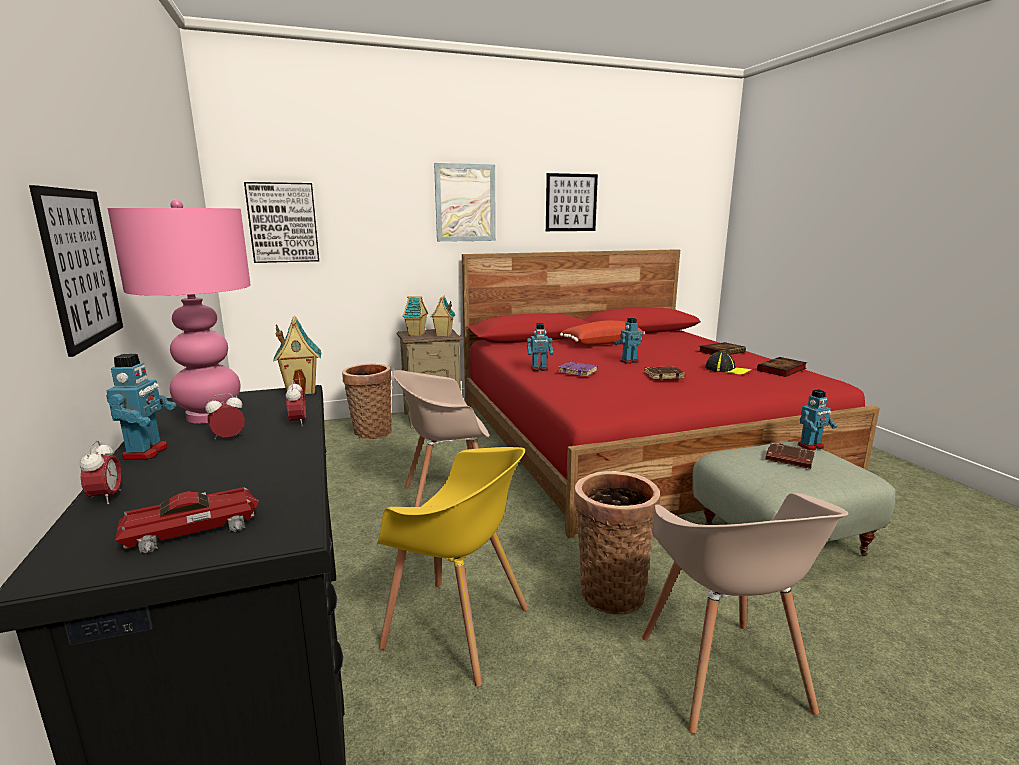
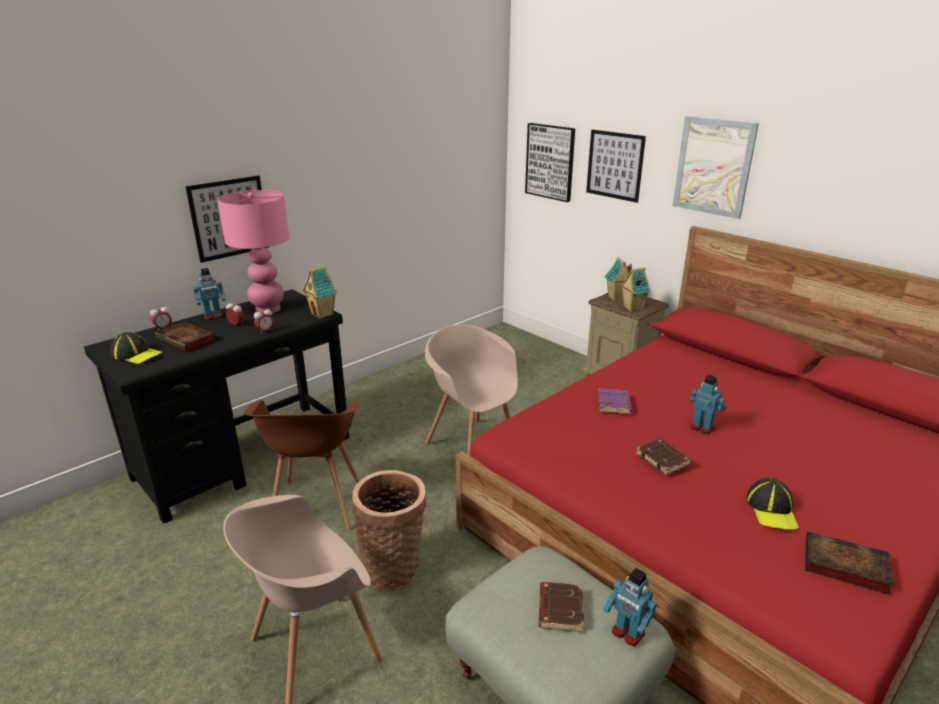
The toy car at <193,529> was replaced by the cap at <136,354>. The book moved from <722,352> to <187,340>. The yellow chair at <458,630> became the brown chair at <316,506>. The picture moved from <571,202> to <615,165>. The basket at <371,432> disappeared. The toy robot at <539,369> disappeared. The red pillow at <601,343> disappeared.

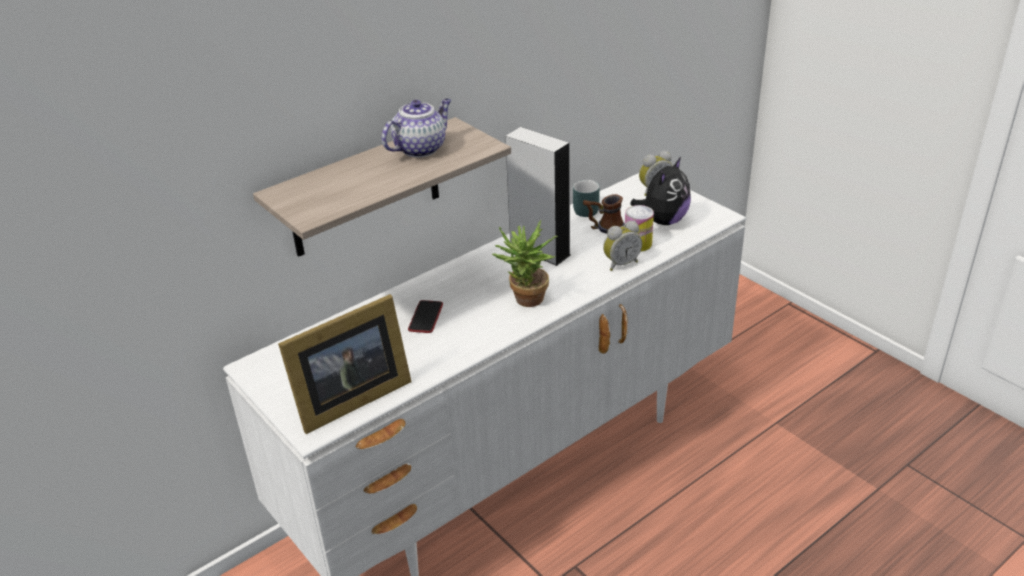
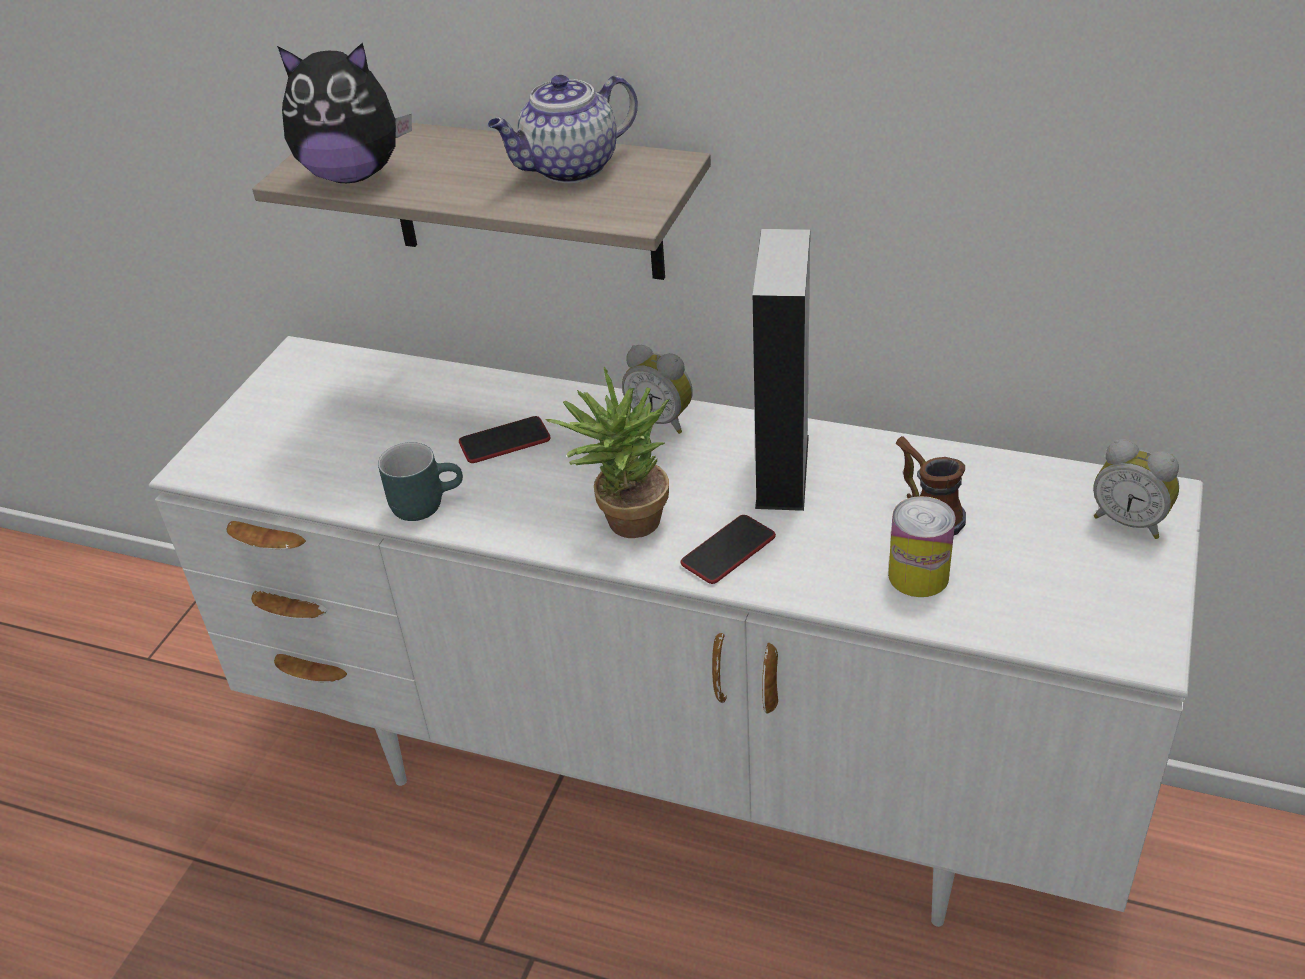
The plush toy moved from <663,220> to <353,175>. The turquoise mug moved from <585,209> to <425,502>. The teapot at <420,148> turned 135 degrees clockwise. The alarm clock moved from <620,263> to <662,420>. The phone at <728,550> appeared. The picture frame at <348,400> disappeared.

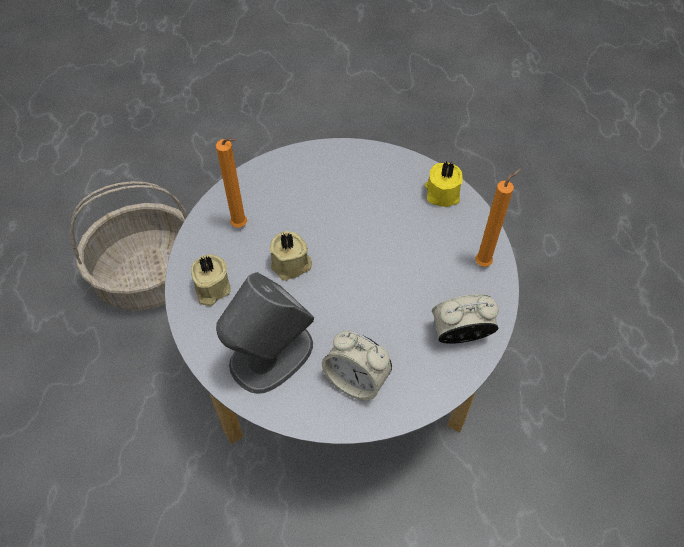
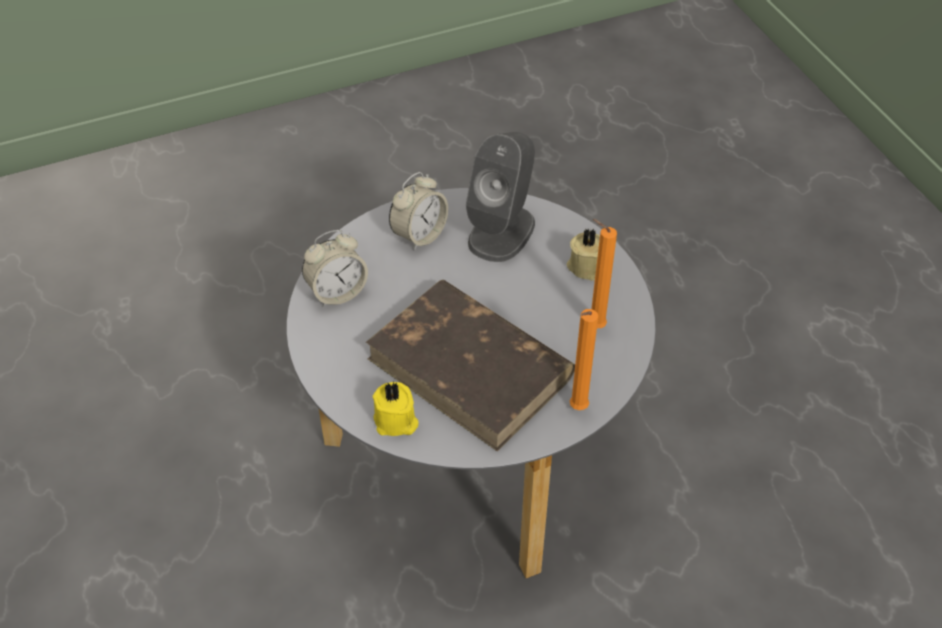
The brown book at <471,368> appeared. The alarm clock at <356,379> turned 120 degrees clockwise. The orange candle moved from <485,262> to <576,409>. The basket at <150,275> disappeared. The beige candle at <291,265> disappeared.

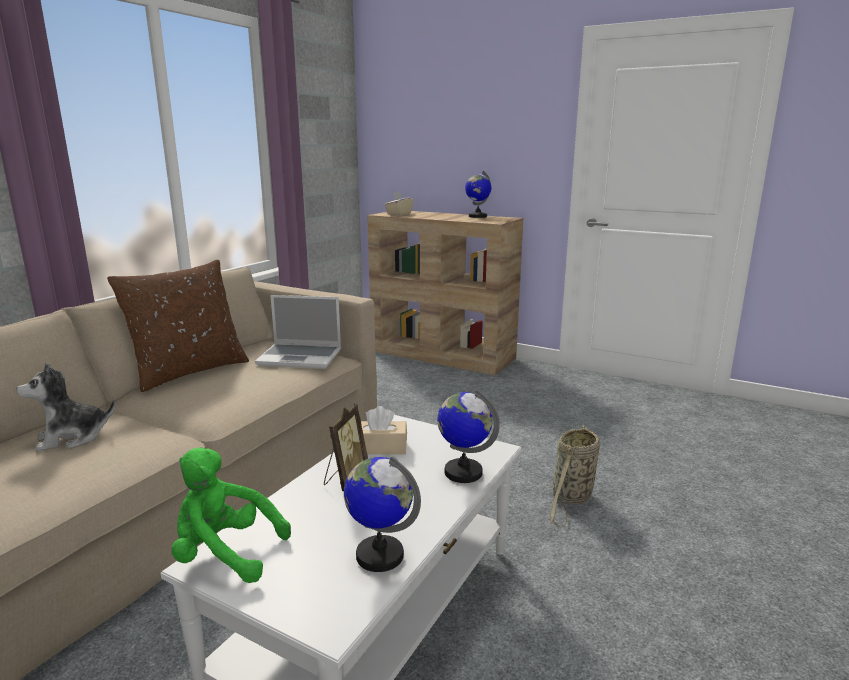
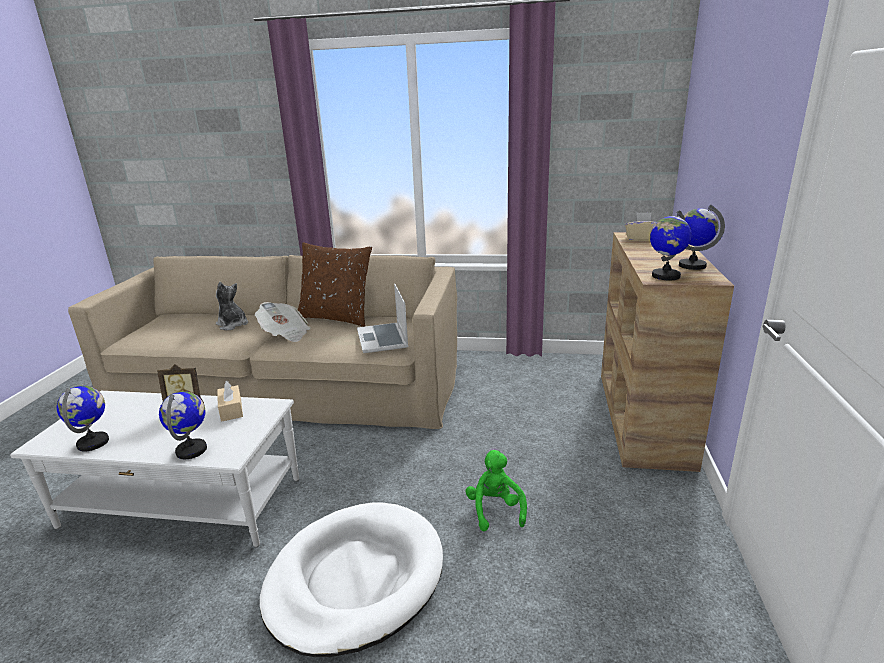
The newspaper at <285,334> appeared. The basket at <571,499> was replaced by the white dog bed at <355,579>. The green plush toy moved from <225,554> to <495,510>. The globe at <665,276> appeared.

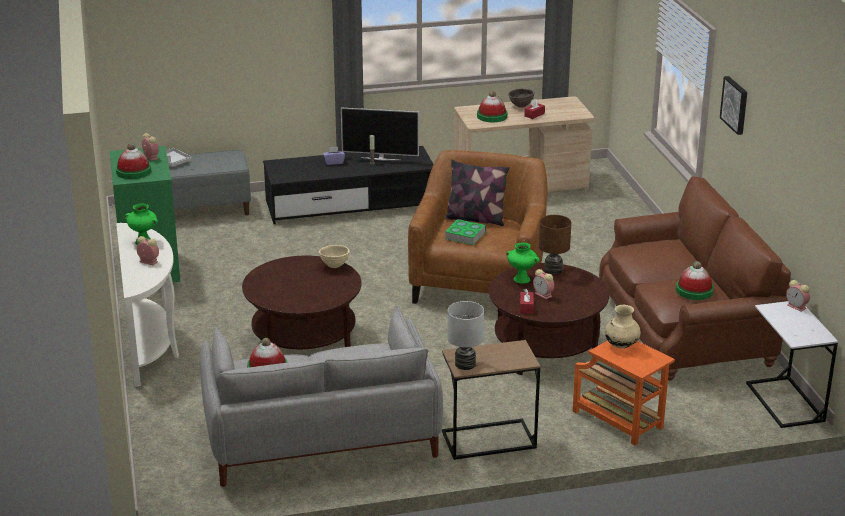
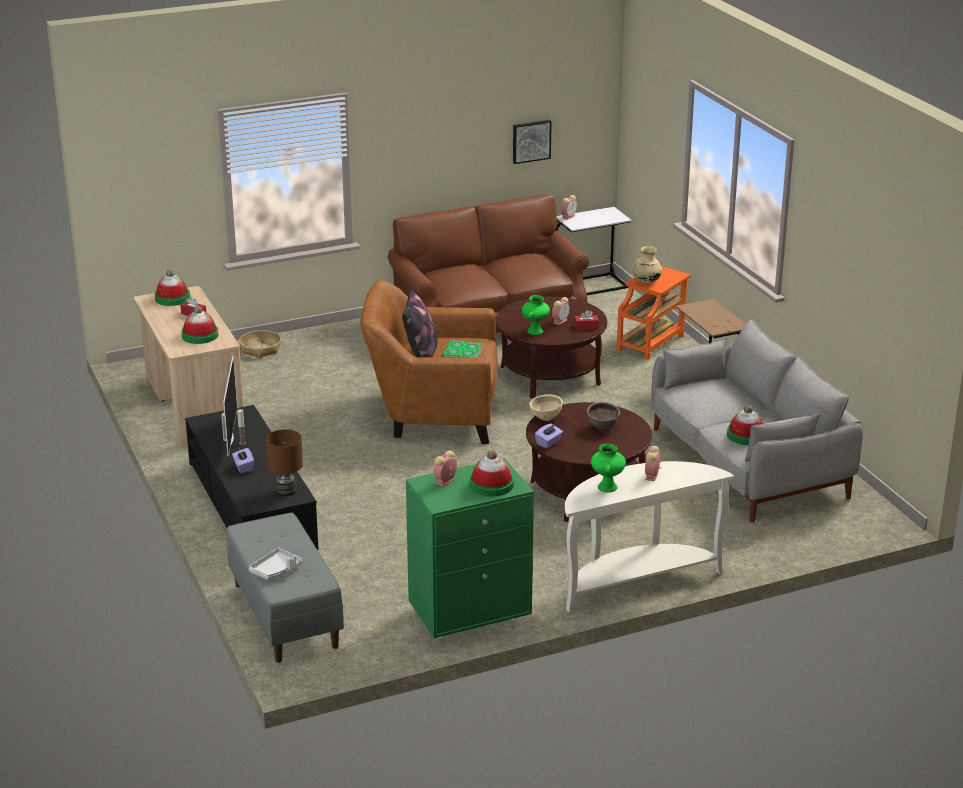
The hat moved from <694,290> to <172,298>. The basket at <260,349> appeared. The brown table lamp moved from <553,270> to <286,491>. The picture moved from <735,105> to <531,141>. The purple tissue box at <548,443> appeared. The brown bowl moved from <520,106> to <602,427>. The grey table lamp at <465,364> disappeared.

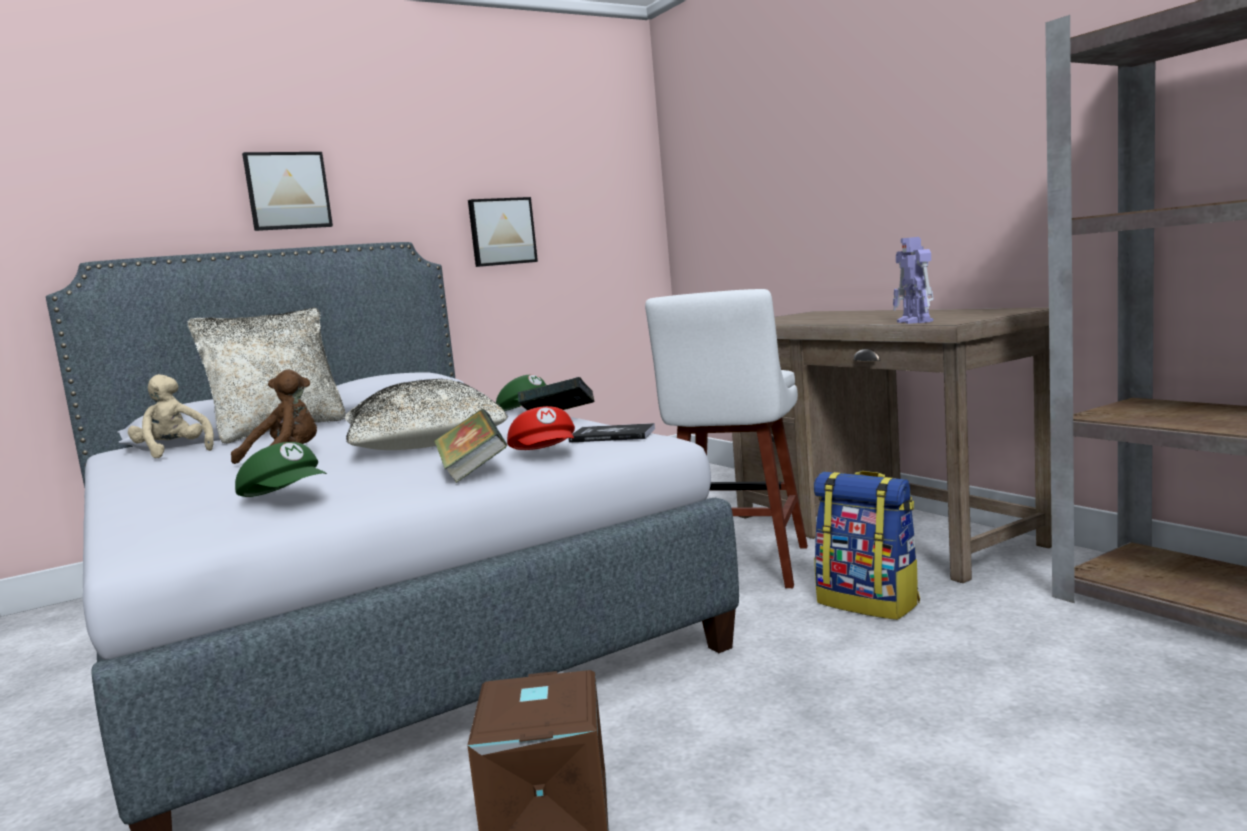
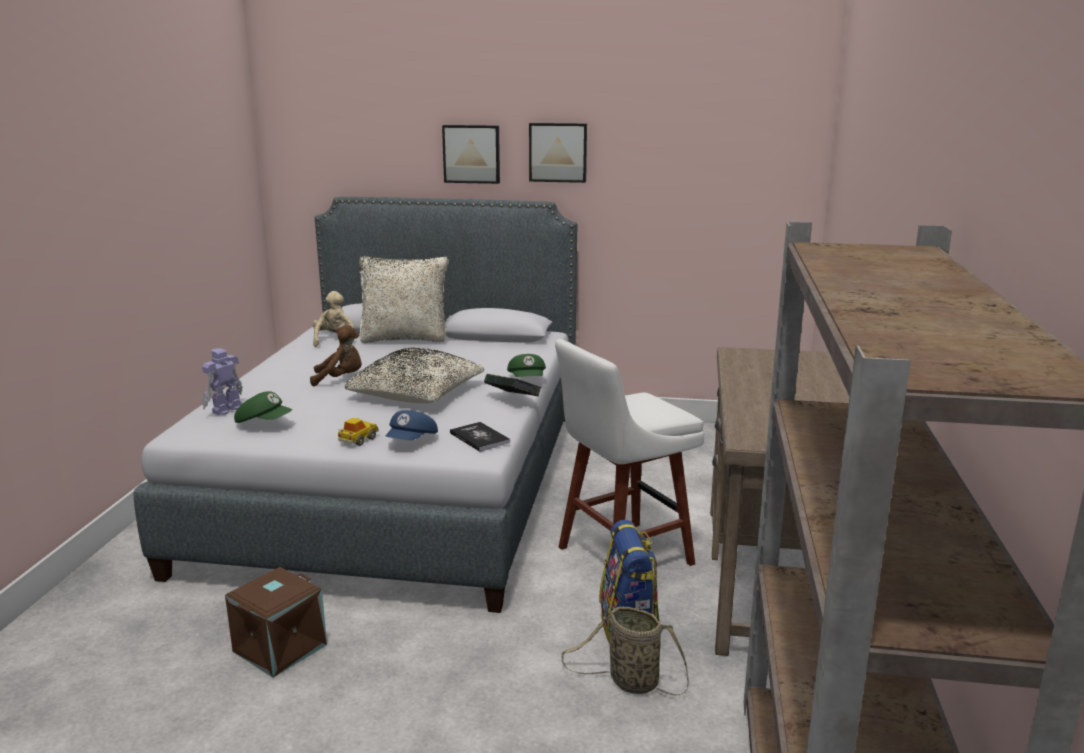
The toy robot moved from <915,321> to <226,410>. The green cap at <286,497> turned 60 degrees counterclockwise. The book at <472,472> was replaced by the toy car at <358,439>. The red cap at <546,455> became the blue cap at <412,441>. The picture moved from <501,232> to <558,152>. The basket at <630,682> appeared.

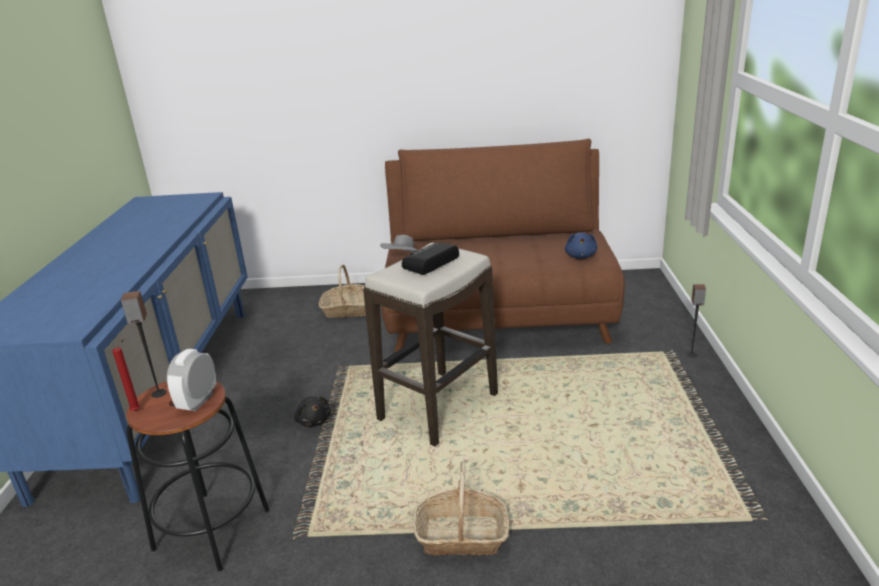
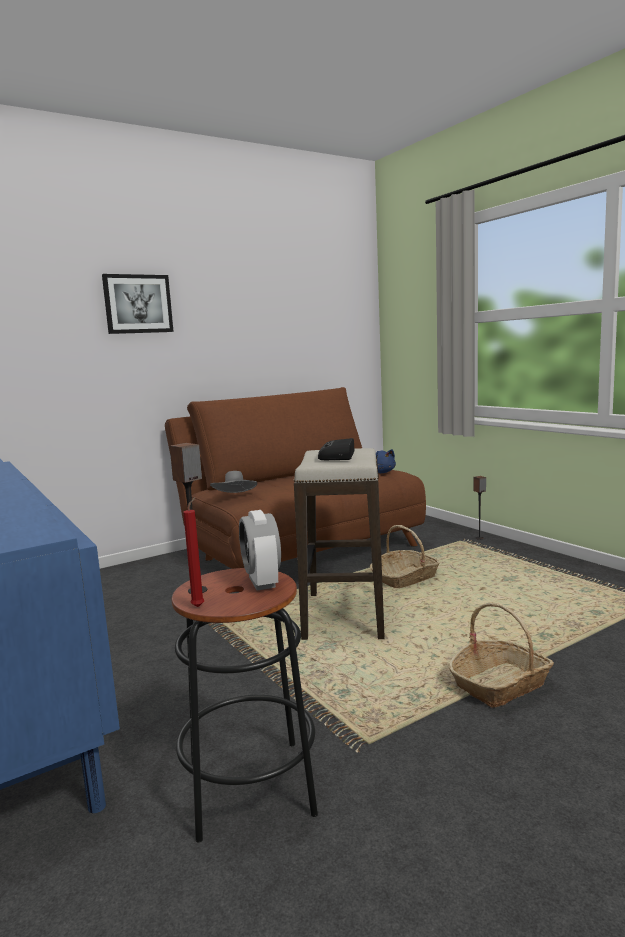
The picture at <138,304> appeared. The basket moved from <348,309> to <405,578>. The black plush toy at <313,420> disappeared.

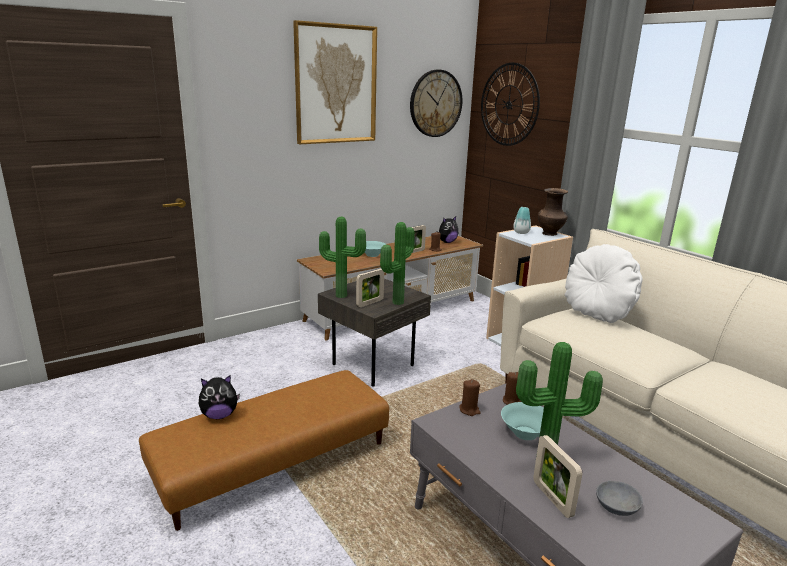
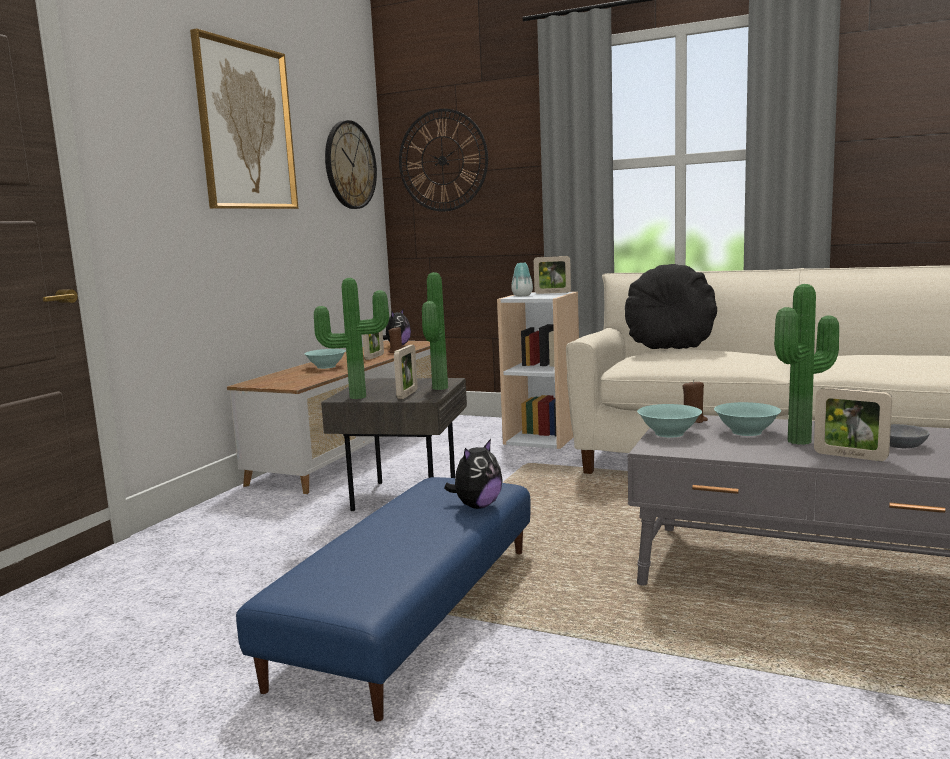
The brown ottoman at <273,460> became the blue ottoman at <410,612>. The plush toy moved from <219,415> to <477,506>. The brown vase at <550,234> was replaced by the picture frame at <552,293>. The white pillow at <597,315> became the black pillow at <670,348>. The brown candle at <469,410> was replaced by the turquoise bowl at <668,434>.

